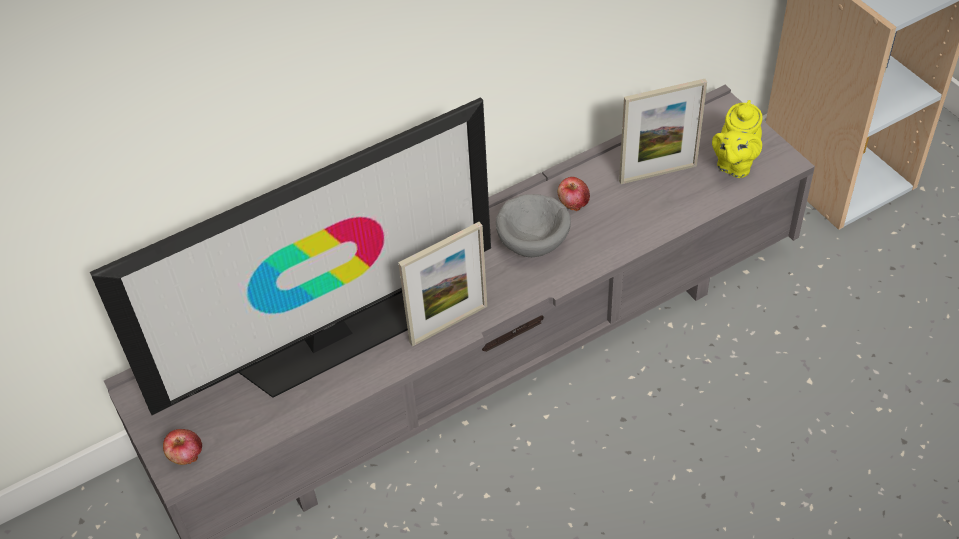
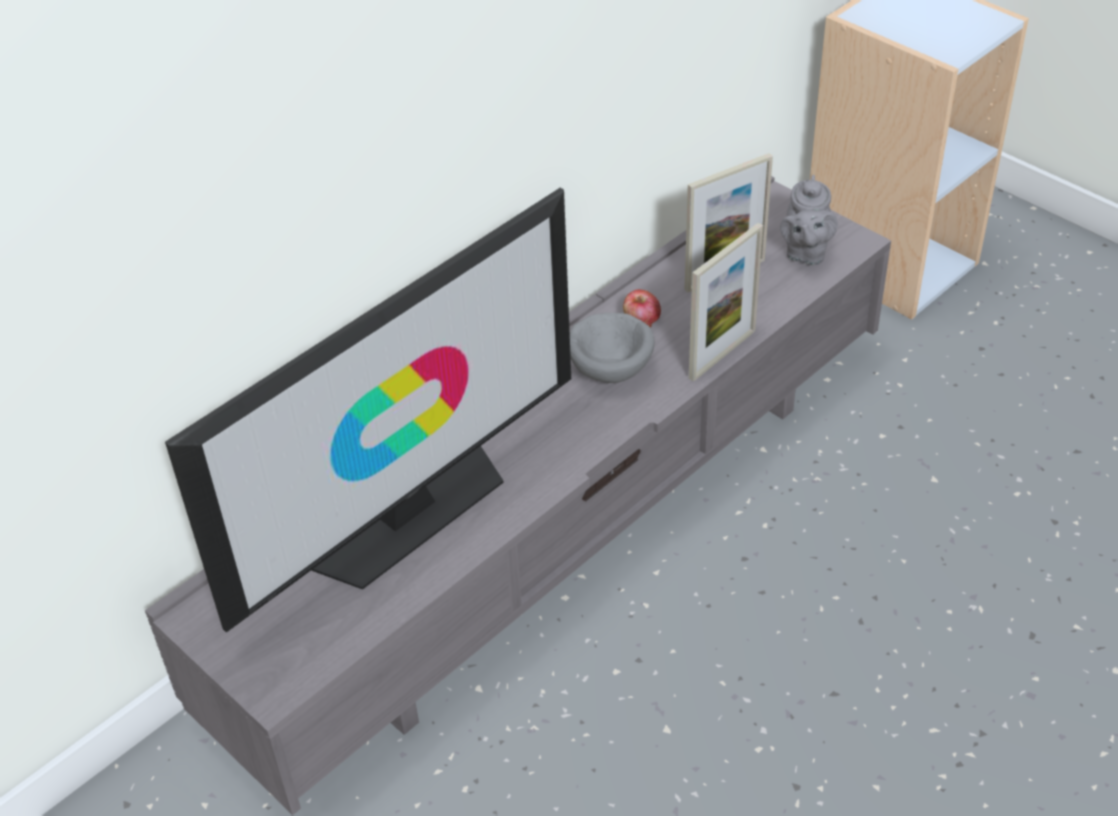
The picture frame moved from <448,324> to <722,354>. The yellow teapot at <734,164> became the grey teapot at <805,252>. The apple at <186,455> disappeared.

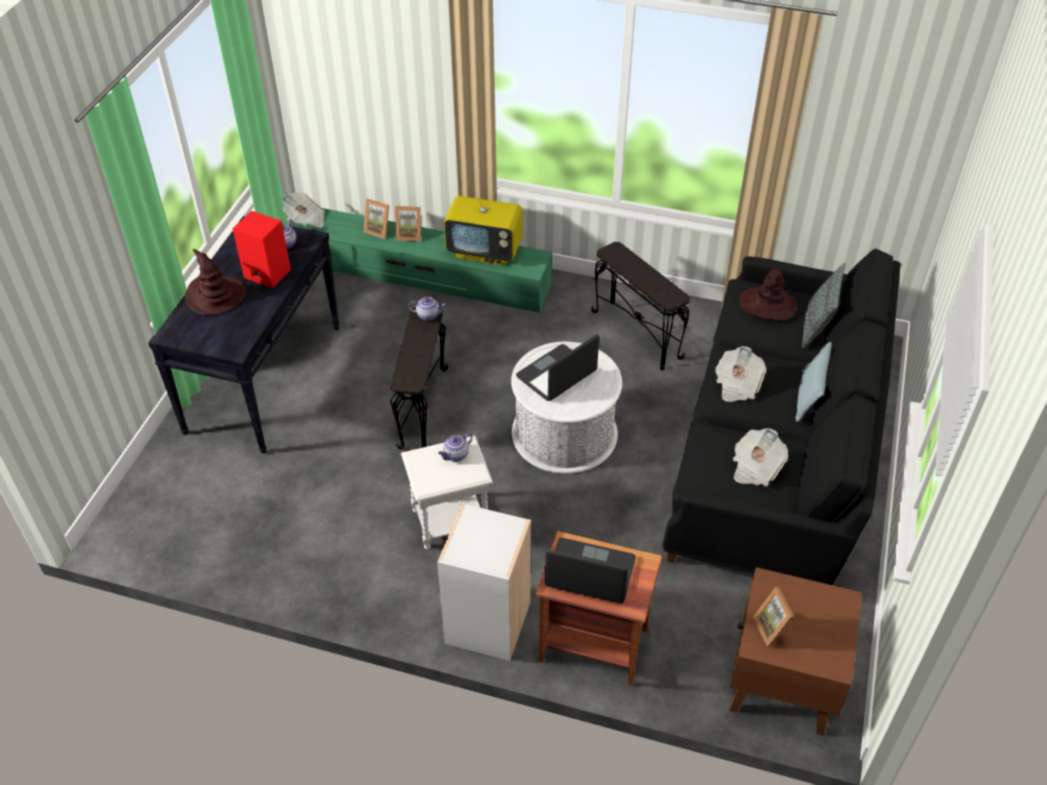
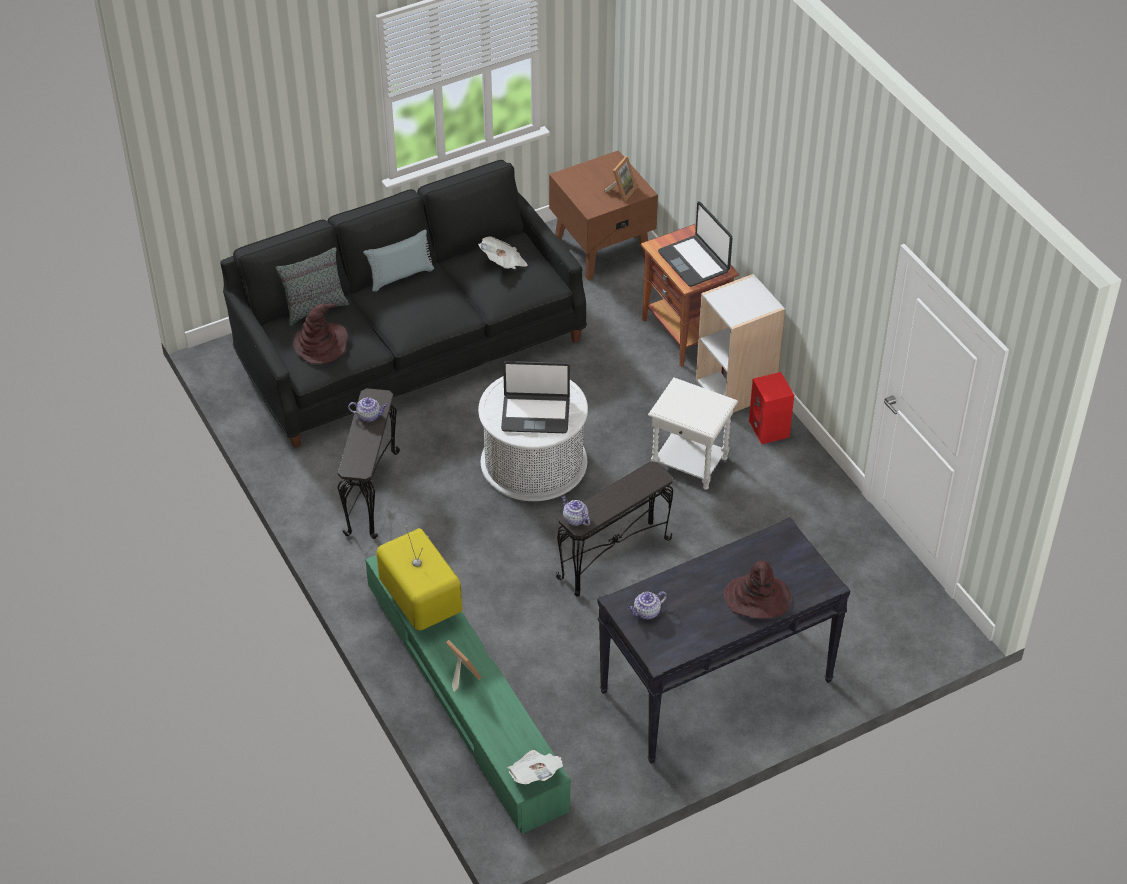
The teapot moved from <456,455> to <369,416>. The red speaker moved from <266,274> to <770,429>. The picture frame at <379,230> disappeared. The newspaper at <737,385> disappeared.

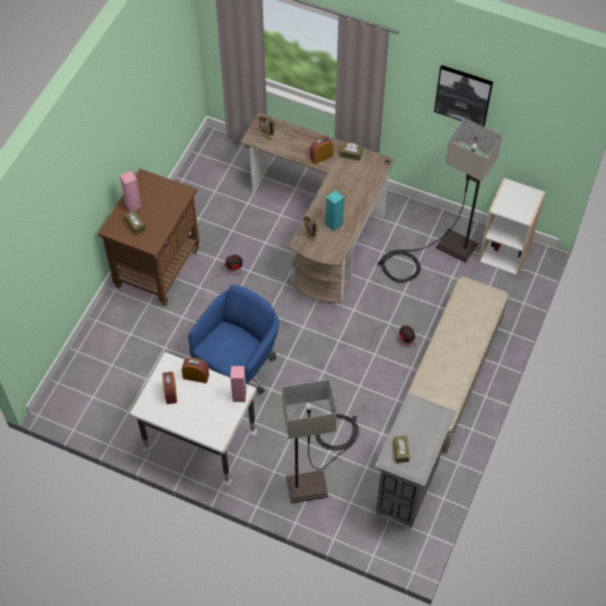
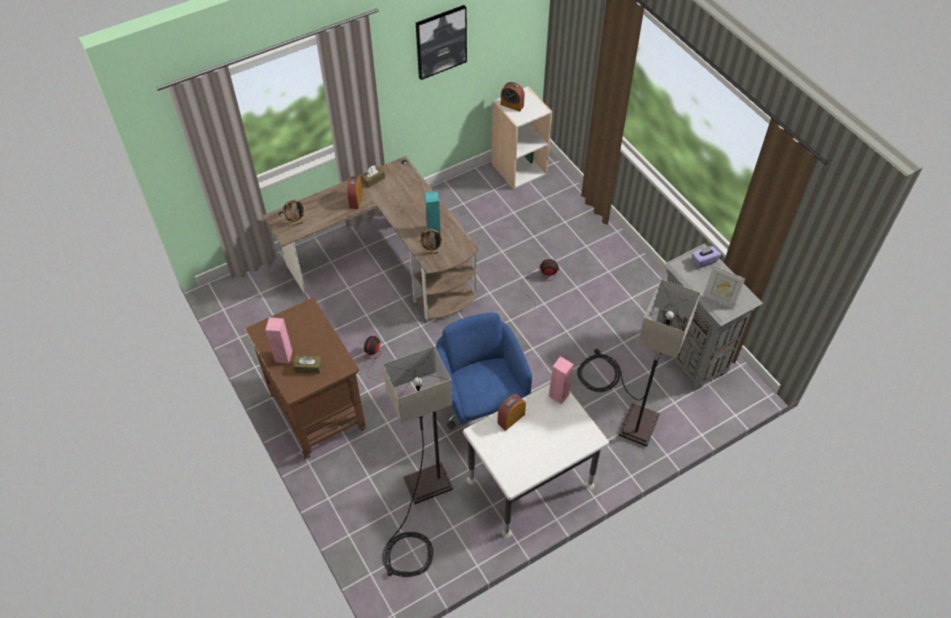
The floor lamp moved from <425,257> to <416,521>. The alarm clock moved from <170,392> to <512,105>. The purple tissue box at <704,261> appeared. The brown tissue box at <401,451> was replaced by the picture frame at <719,299>. The beige bench at <451,375> disappeared.

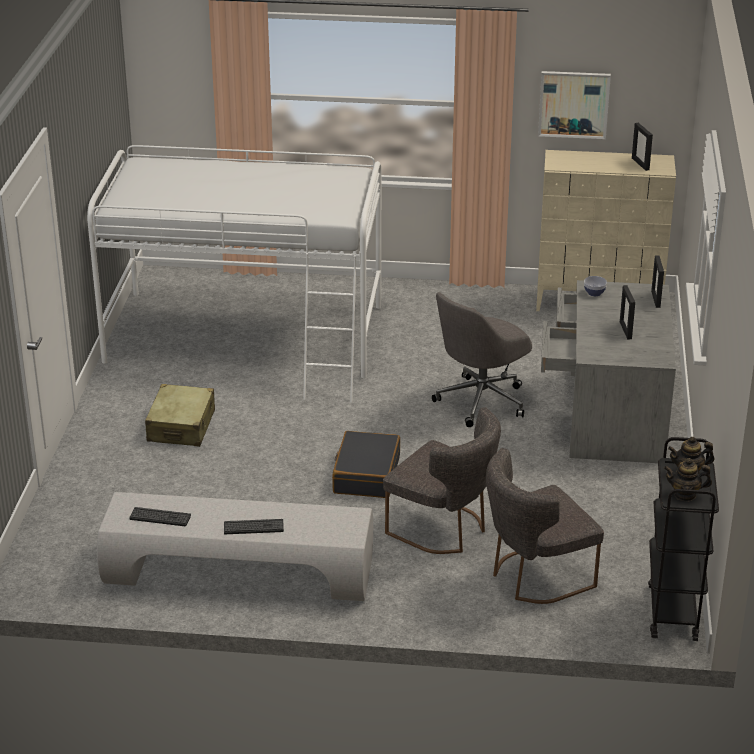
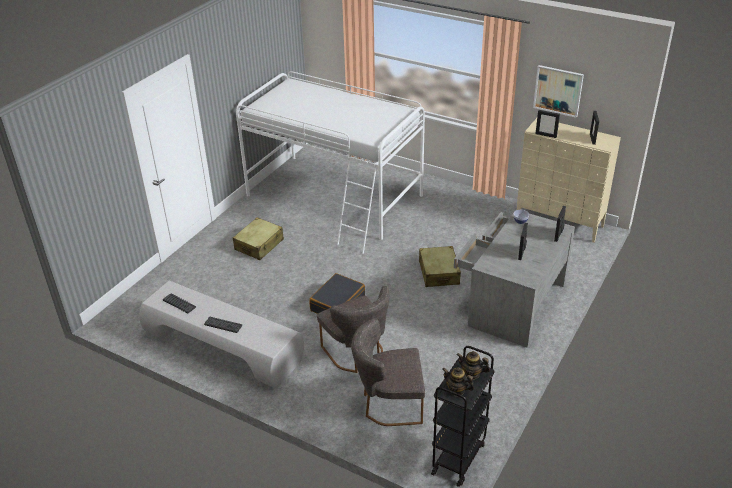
The grey office chair at <481,402> was replaced by the beige suitcase at <439,273>. The picture frame at <546,135> appeared.

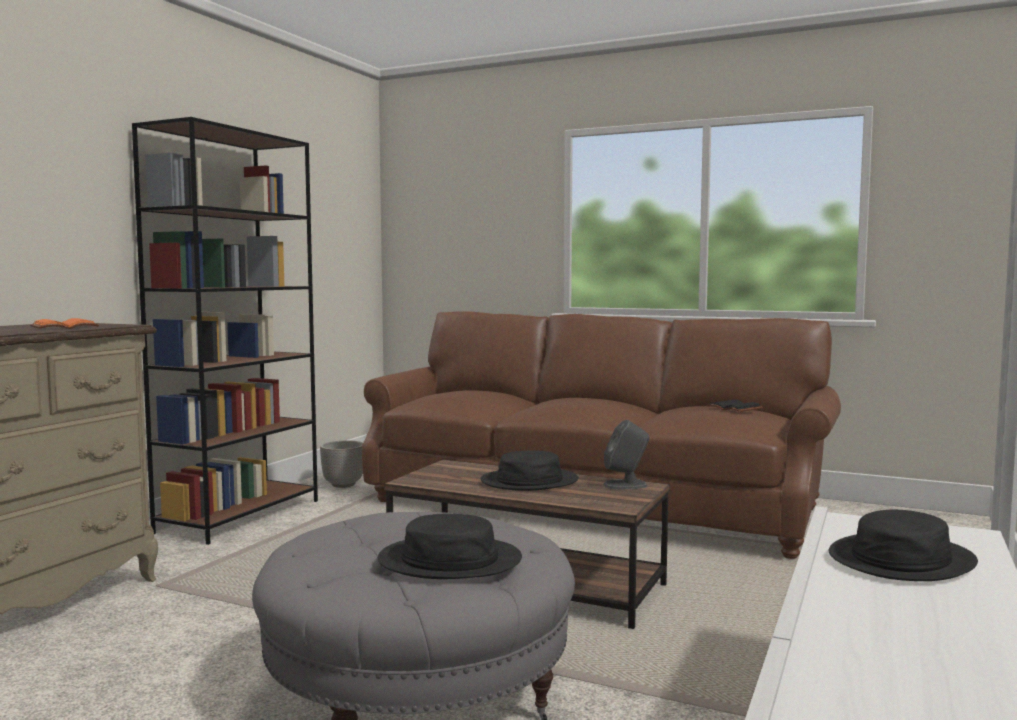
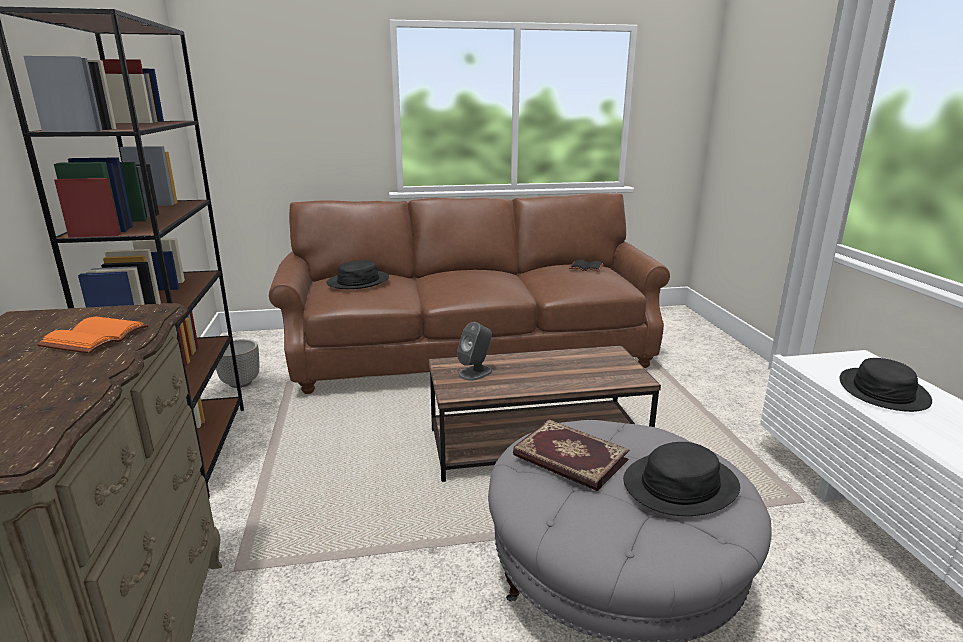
The black hat moved from <529,481> to <358,281>. The grey speaker moved from <626,485> to <475,373>. The book at <569,459> appeared.

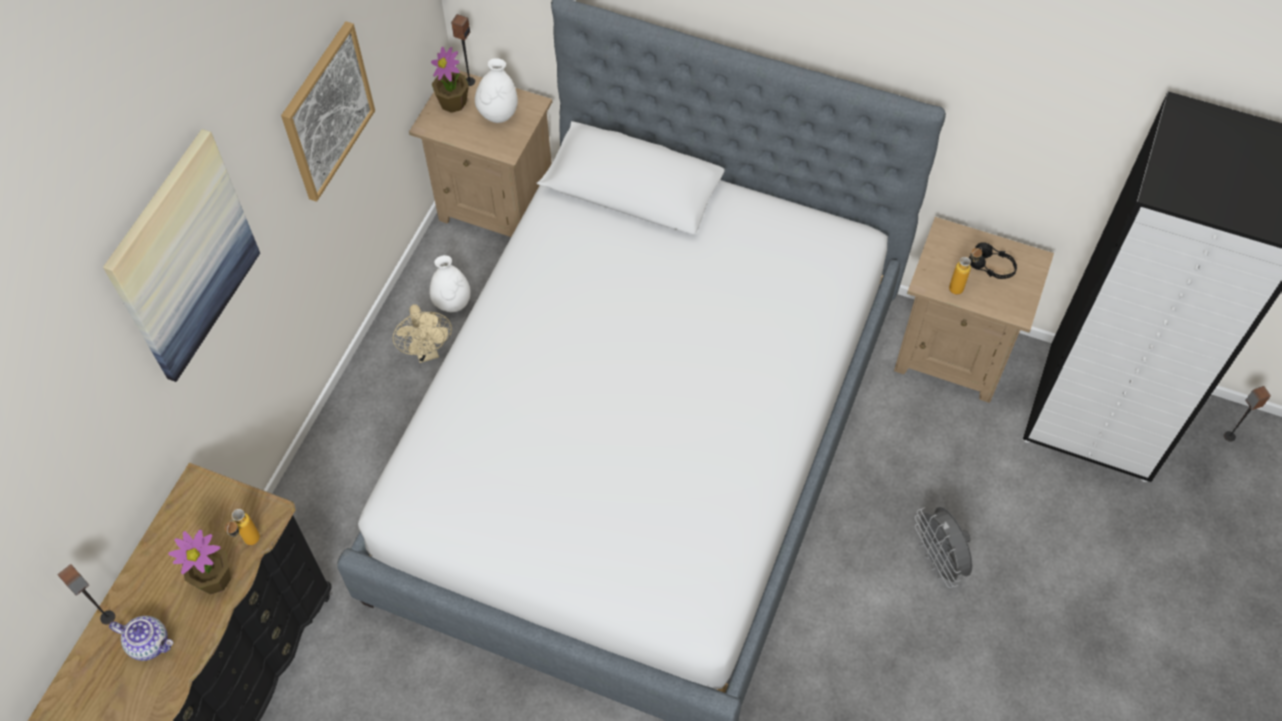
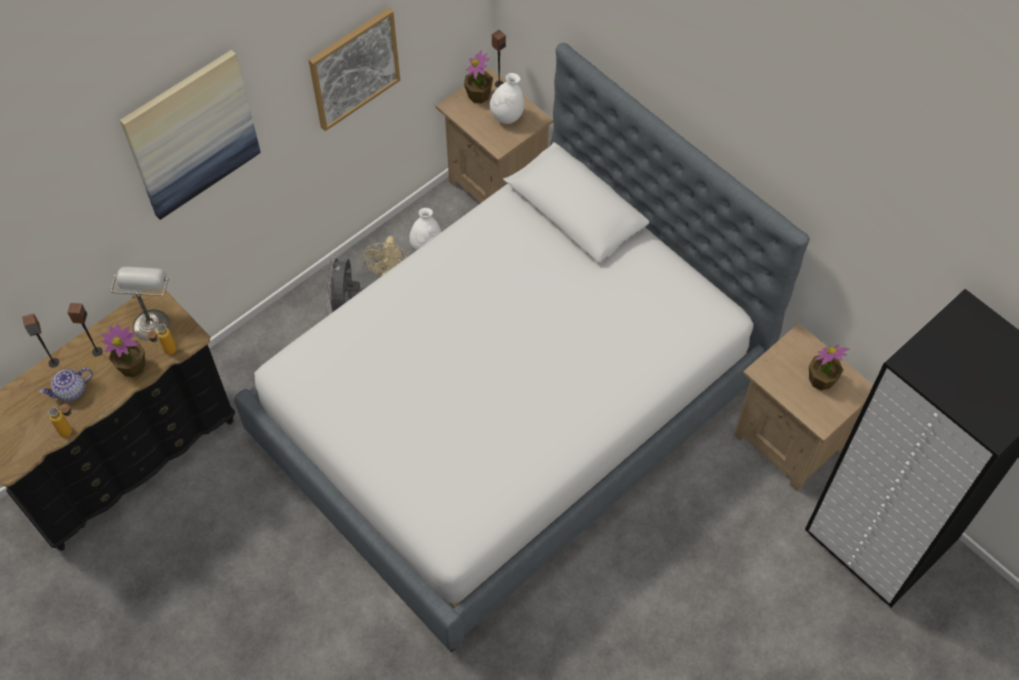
The teapot at <150,643> turned 105 degrees clockwise. The bottle moved from <960,286> to <71,431>. The speaker moved from <1229,436> to <97,351>. The white table lamp at <151,318> appeared. The grey fan moved from <939,560> to <344,302>. The black headphones at <992,267> was replaced by the potted plant at <821,380>.

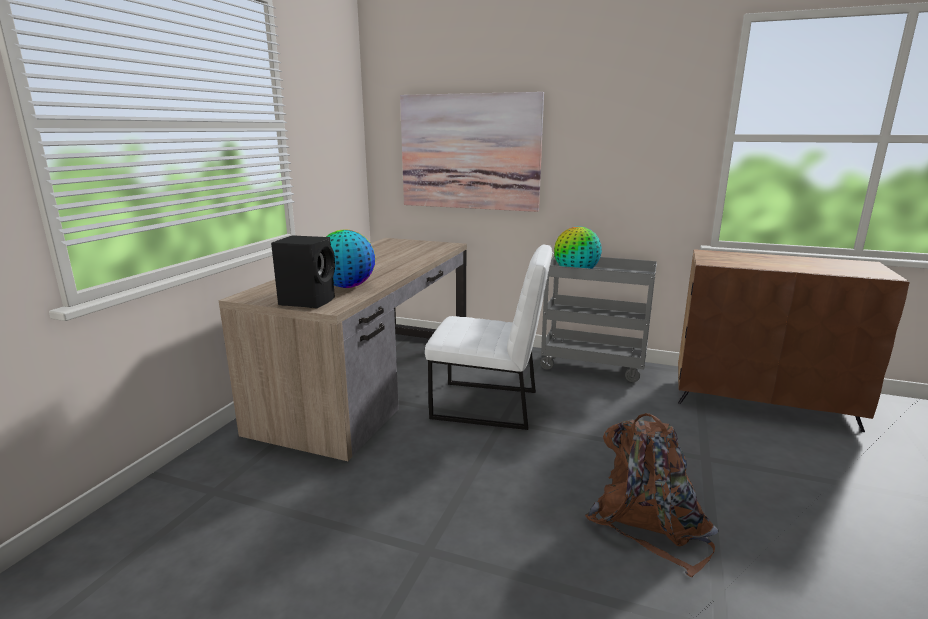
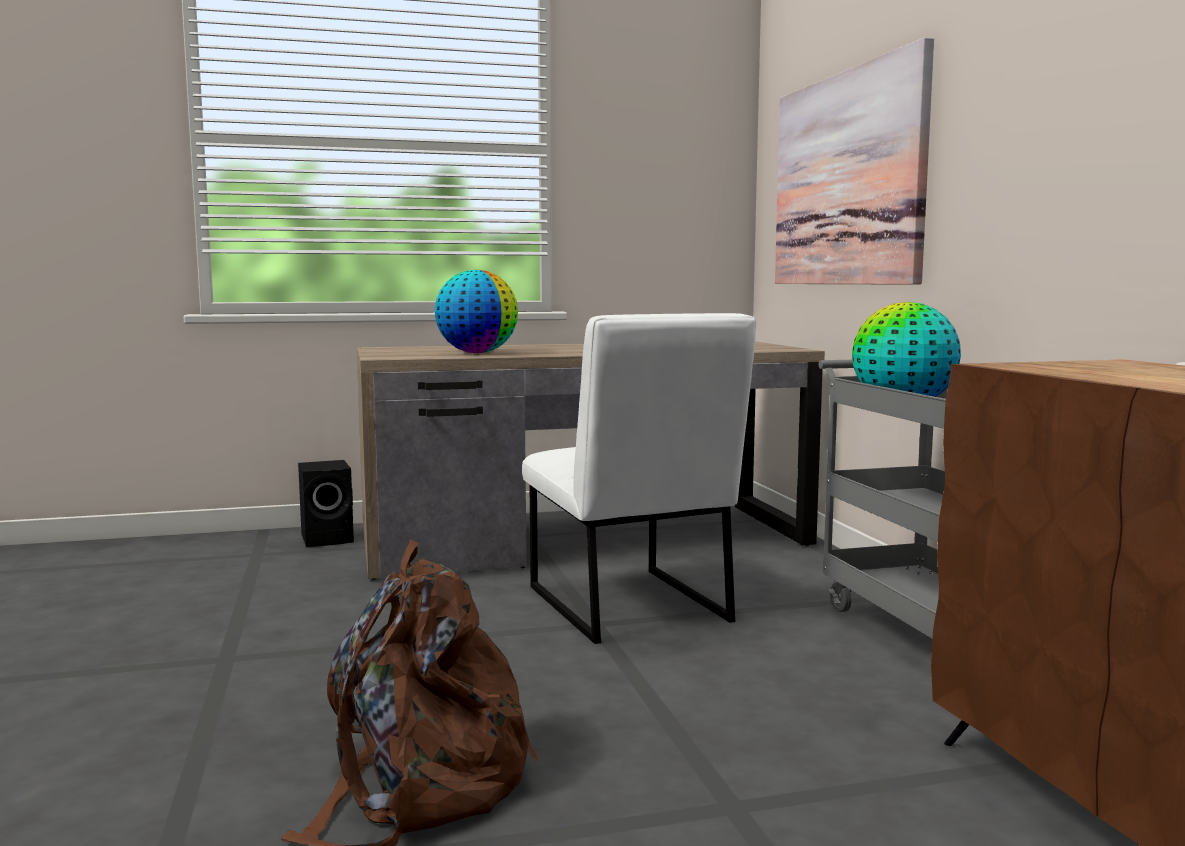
The black speaker moved from <308,301> to <329,539>.

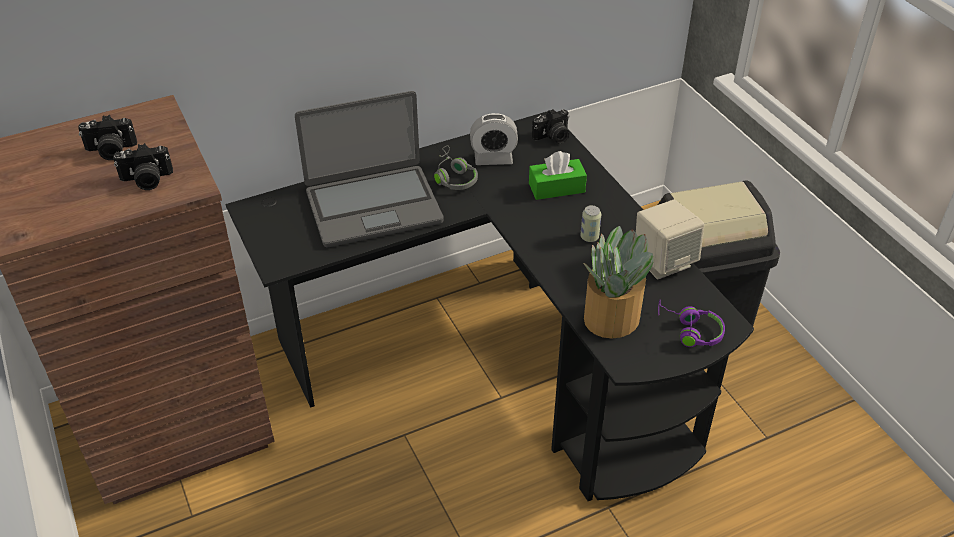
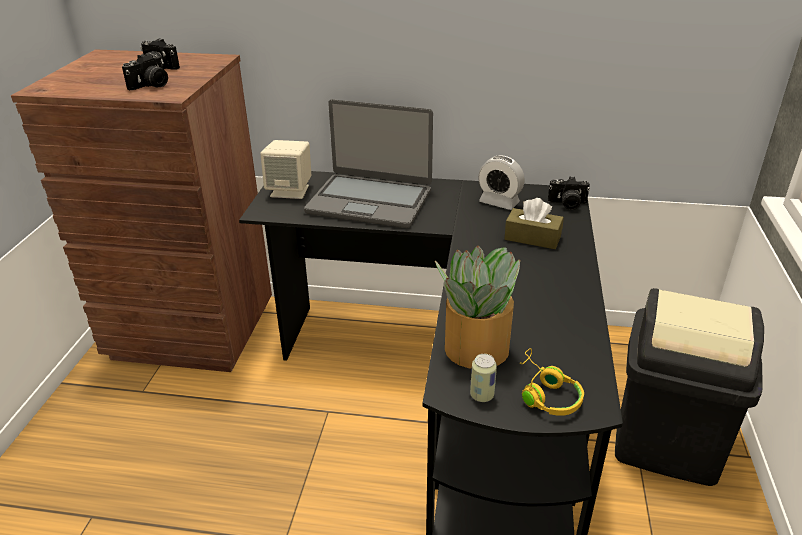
The photo camera at <146,180> turned 75 degrees counterclockwise. The beige speaker moved from <664,262> to <290,191>. The can moved from <589,237> to <482,395>. The green tissue box at <556,188> became the brown tissue box at <532,238>. The purple headphones at <689,330> became the yellow headphones at <545,393>. The grey headphones at <453,177> disappeared.

